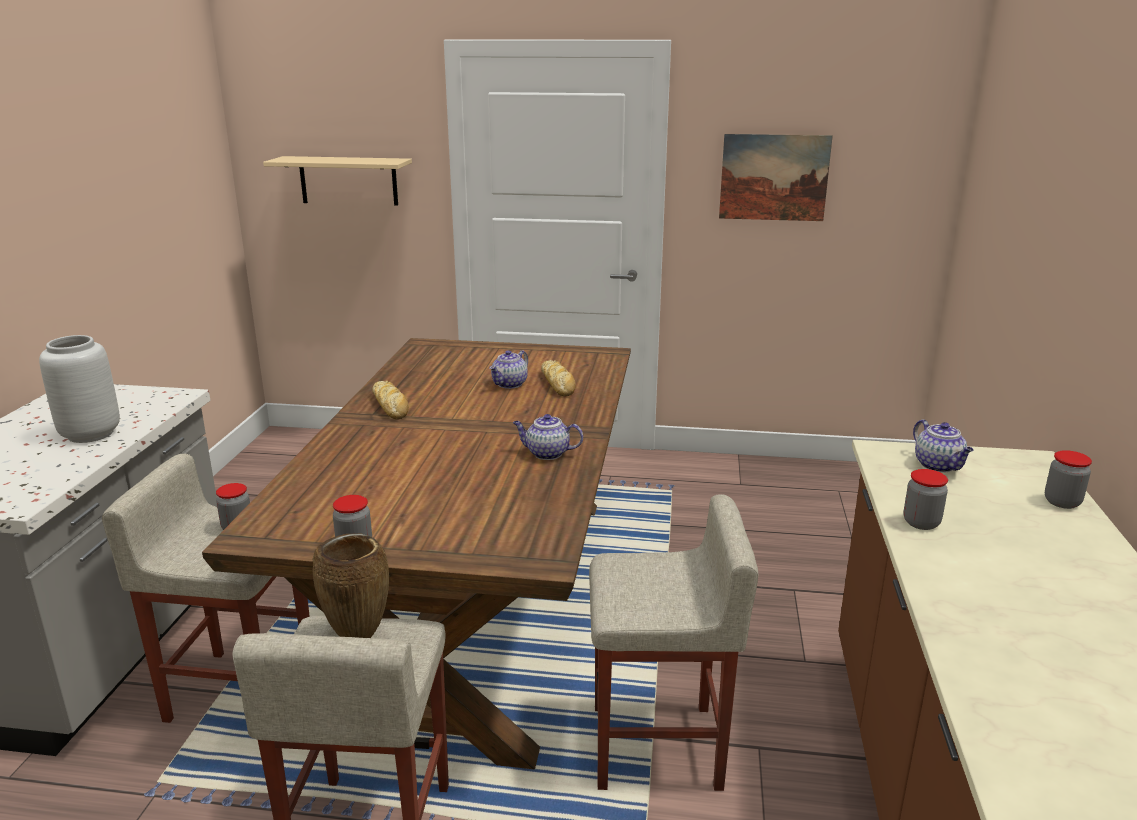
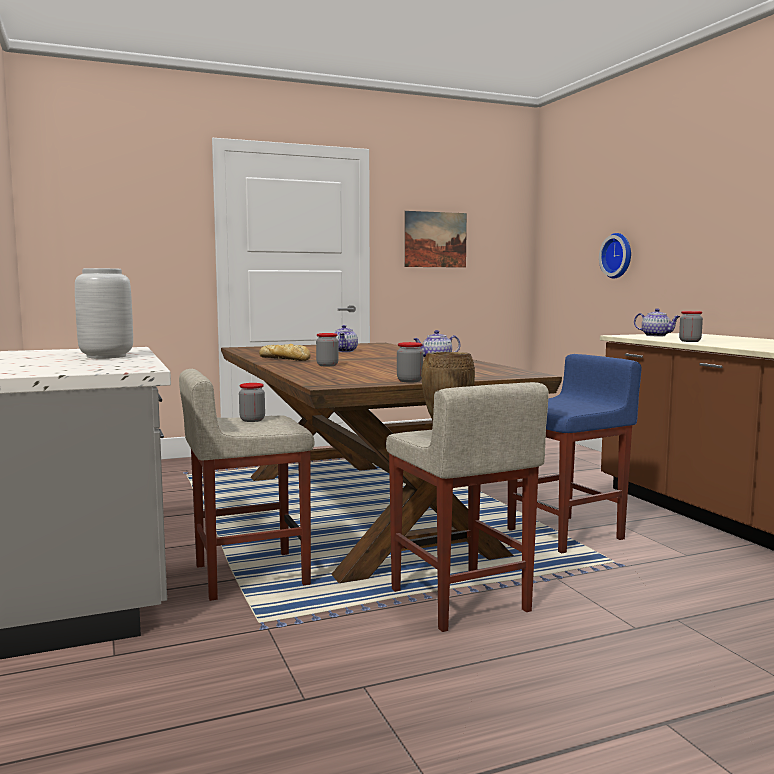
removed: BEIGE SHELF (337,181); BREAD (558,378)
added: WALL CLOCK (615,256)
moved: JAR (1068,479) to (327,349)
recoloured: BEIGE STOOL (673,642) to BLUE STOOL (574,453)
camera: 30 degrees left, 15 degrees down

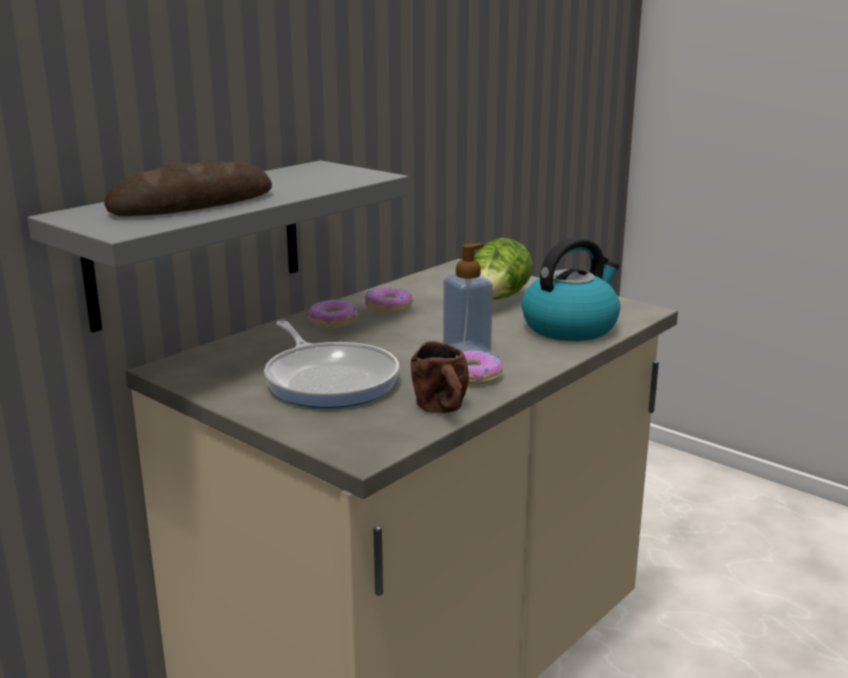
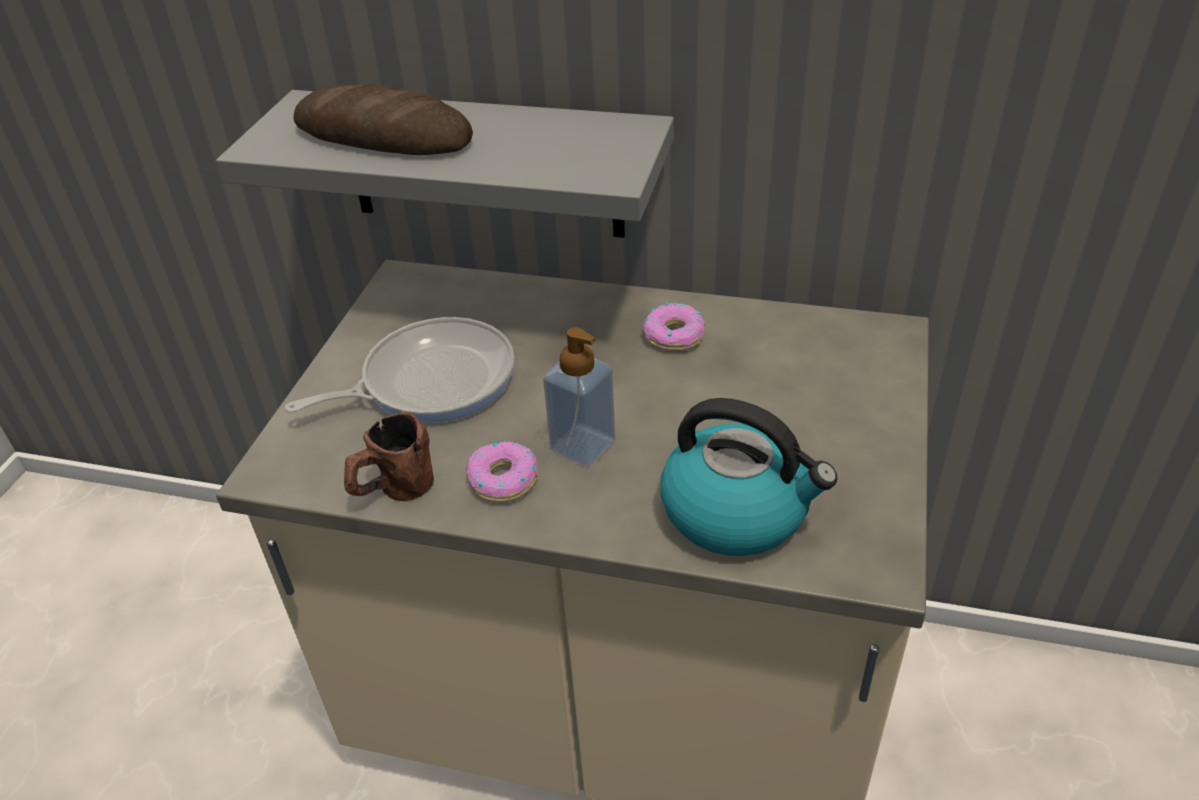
removed: DONUT (332,313); LETTUCE (503,269)
turned: FRYING PAN (331,364) = (399,370) 150 degrees counterclockwise
camera: 65 degrees right, 20 degrees up

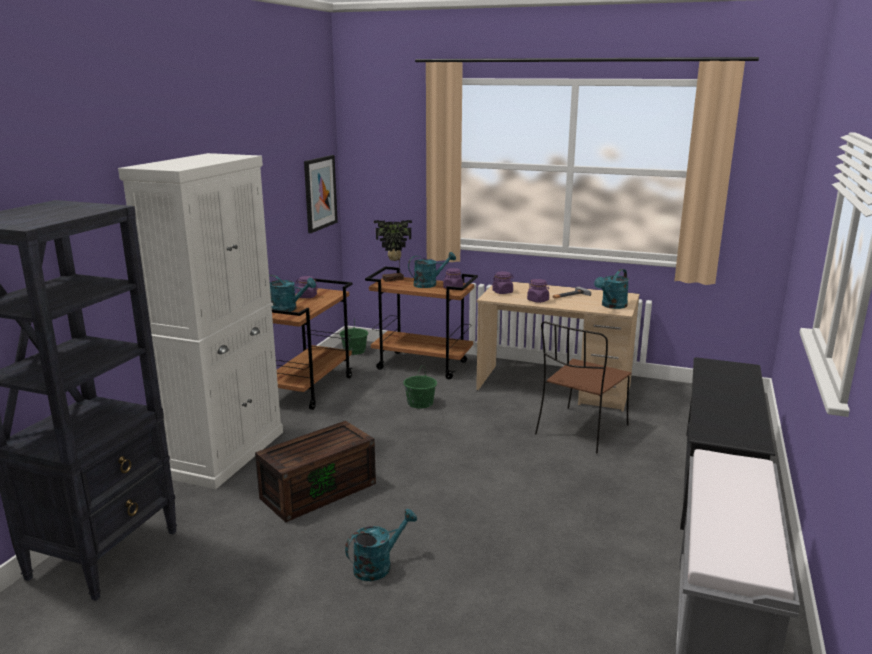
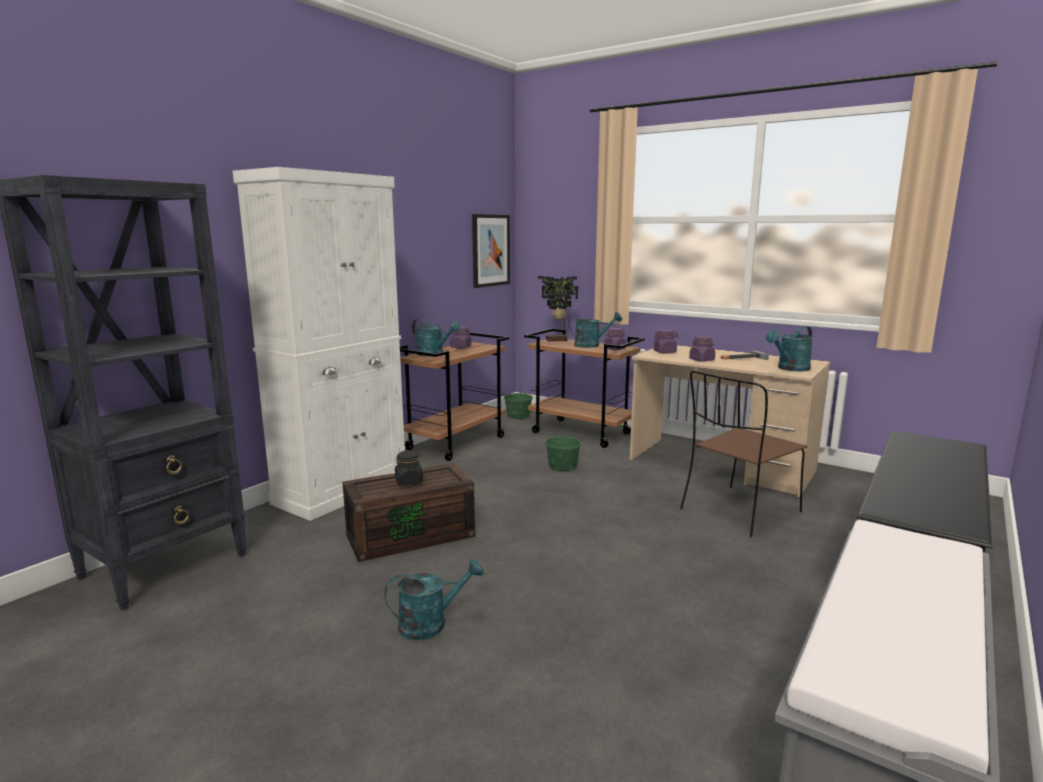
added: BLACK JAR (409,468)
camera: 15 degrees right, 5 degrees down

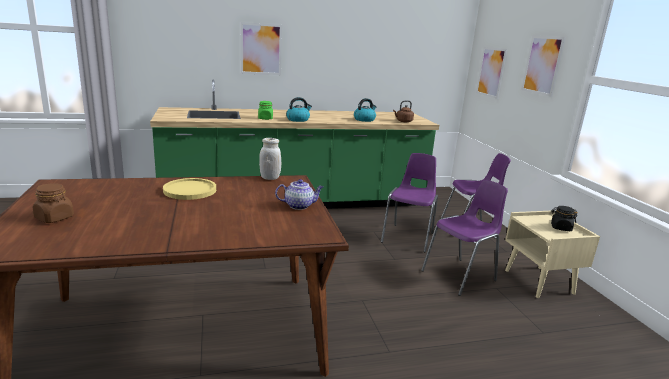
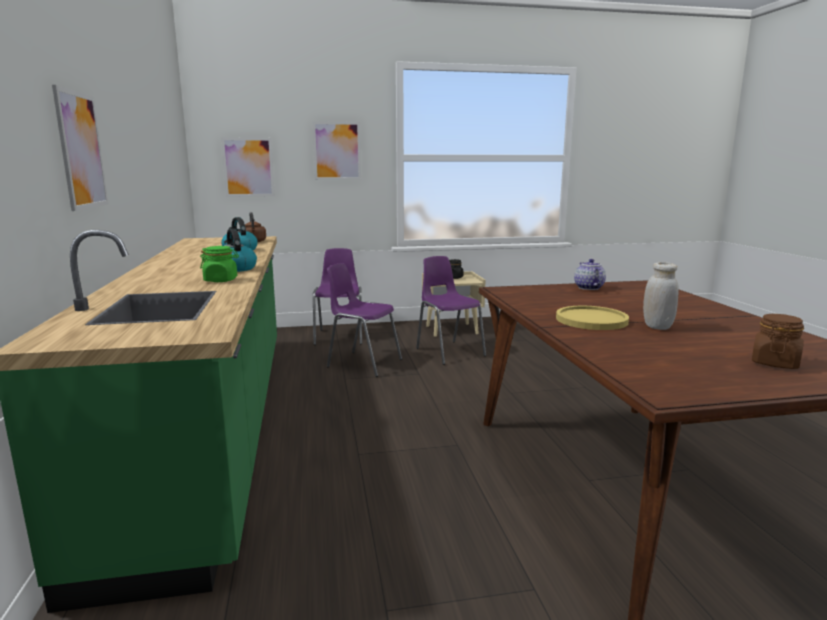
moved: WHITE JAR (270,159) to (661,296)
camera: 85 degrees left, 5 degrees down

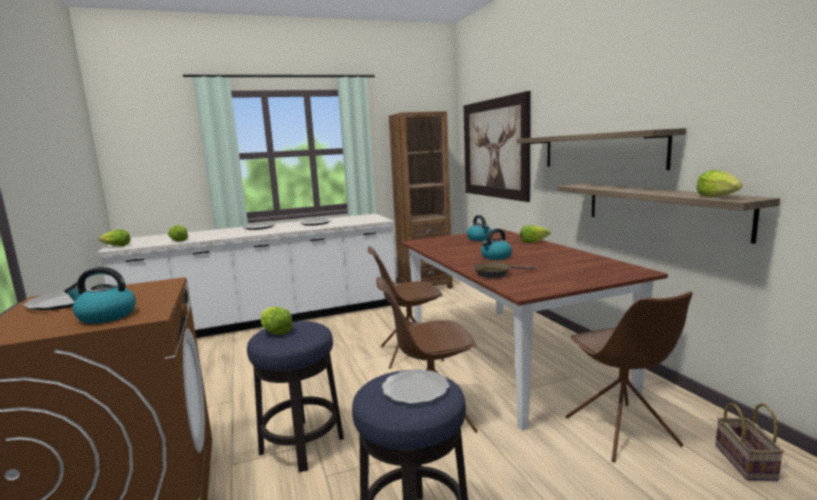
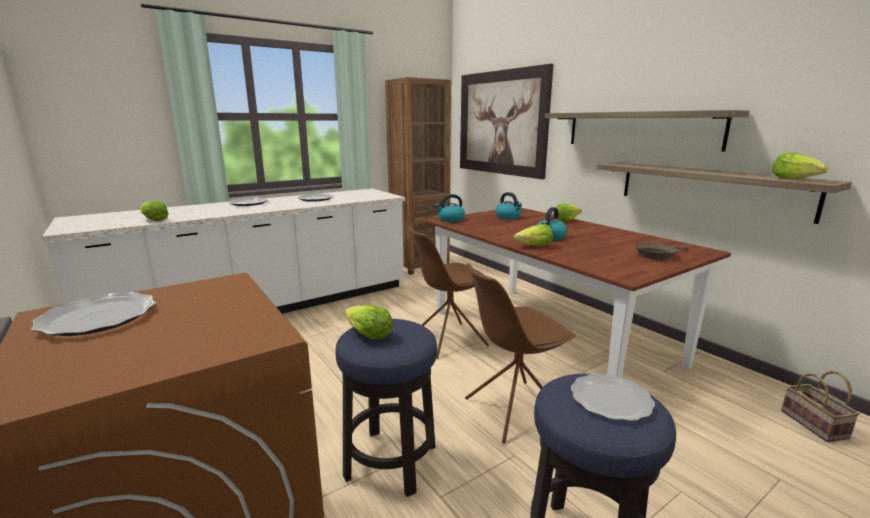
removed: BROWN CHAIR (629,376)
moved: KETTLE (100,295) to (450,208); LETTUCE (114,237) to (533,235); BROWN FRYING PAN (505,270) to (661,251)
camera: 15 degrees left, 5 degrees up

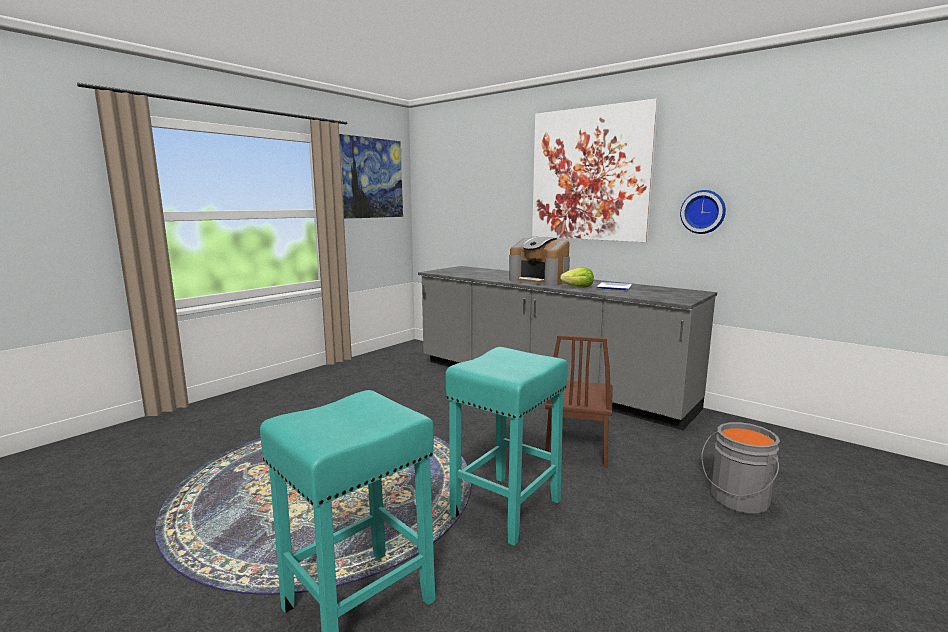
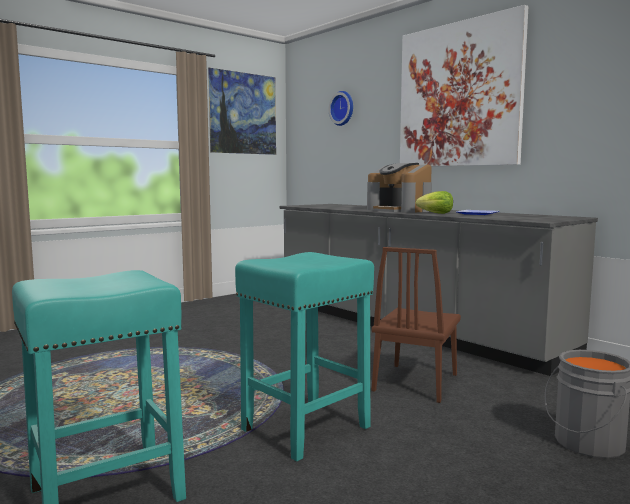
moved: WALL CLOCK (703,212) to (341,108)
camera: 10 degrees right, 5 degrees down

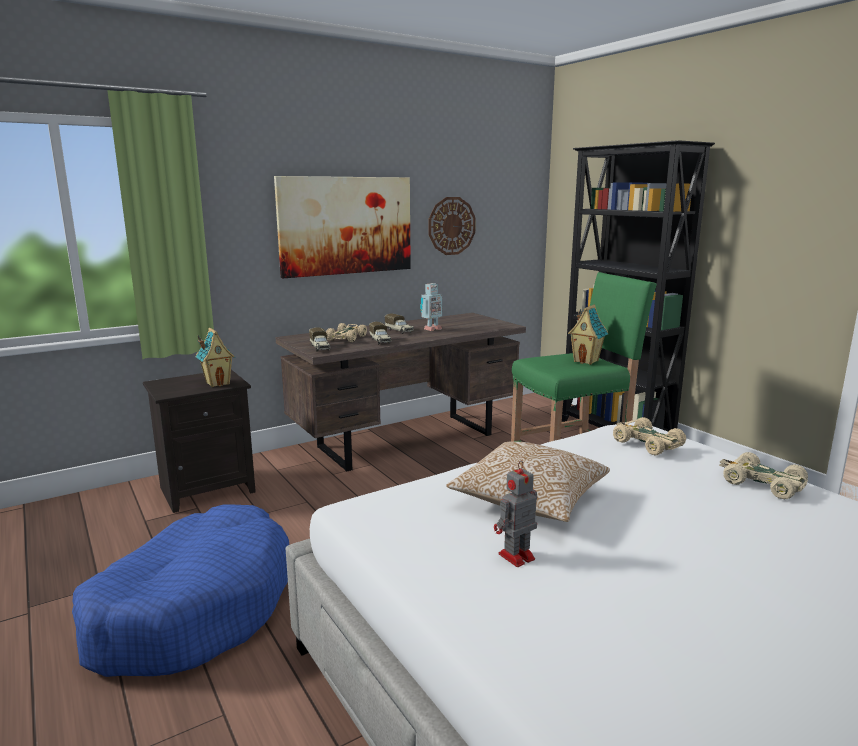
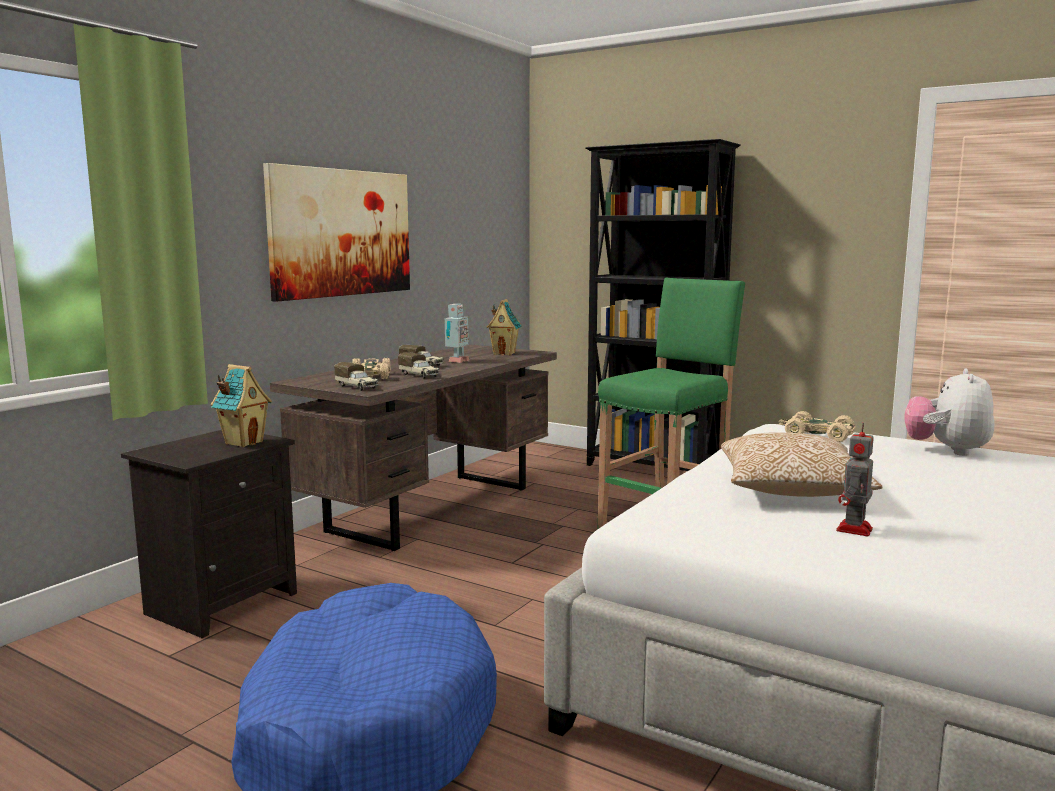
removed: WALL CLOCK (452,226)
moved: TOY HOUSE (588,335) to (504,327)
replaced: BEIGE TOY CAR (763,475) to PLUSH TOY (949,412)
camera: 25 degrees left, 5 degrees down

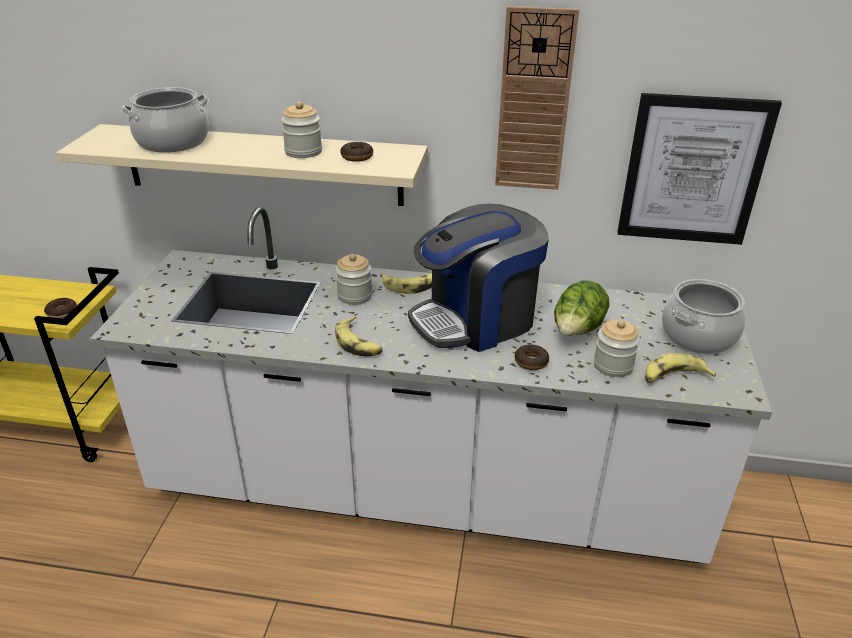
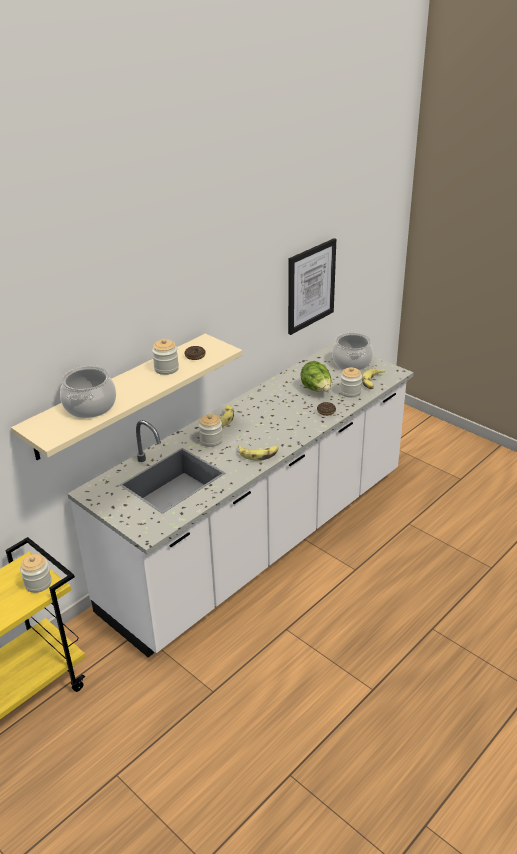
removed: COFFEE MACHINE (478,277); WALL CLOCK (537,98)
replaced: DONUT (60,308) to JAR (36,573)
camera: 55 degrees left, 0 degrees up

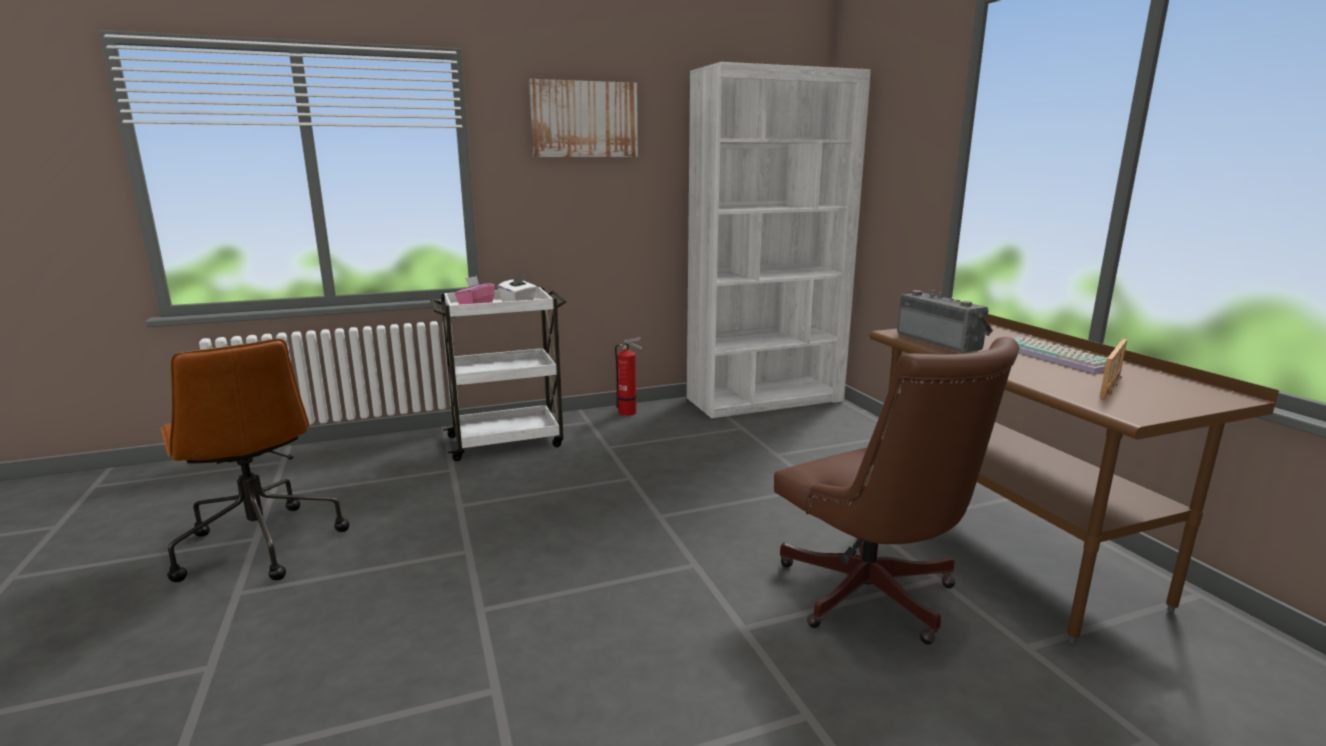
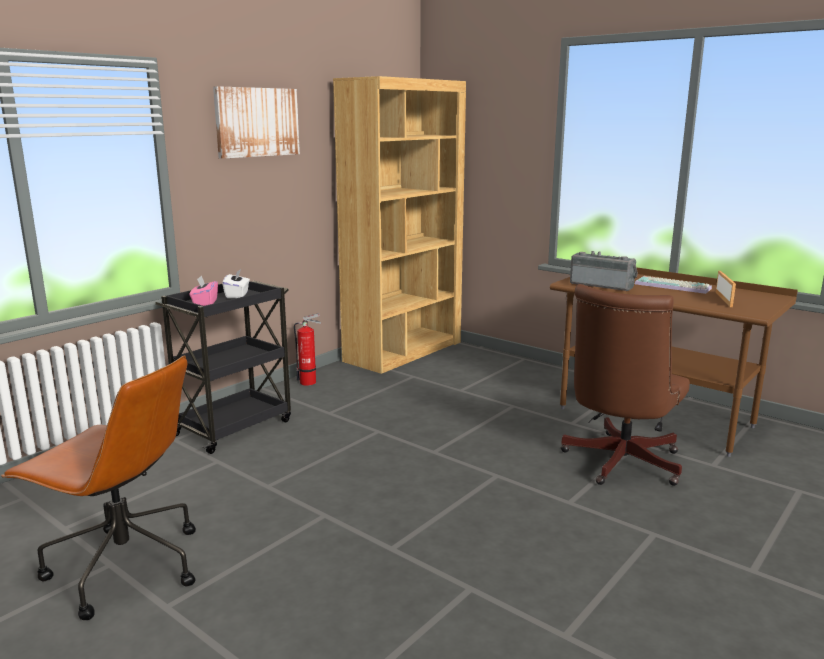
recoloured: WHITE CART (498,374) to BLACK CART (223,367); WHITE BOOKCASE (779,240) to BROWN BOOKCASE (399,225)
turned: BROWN OFFICE CHAIR (896,491) = (625,385) 90 degrees clockwise
camera: 30 degrees left, 0 degrees up

